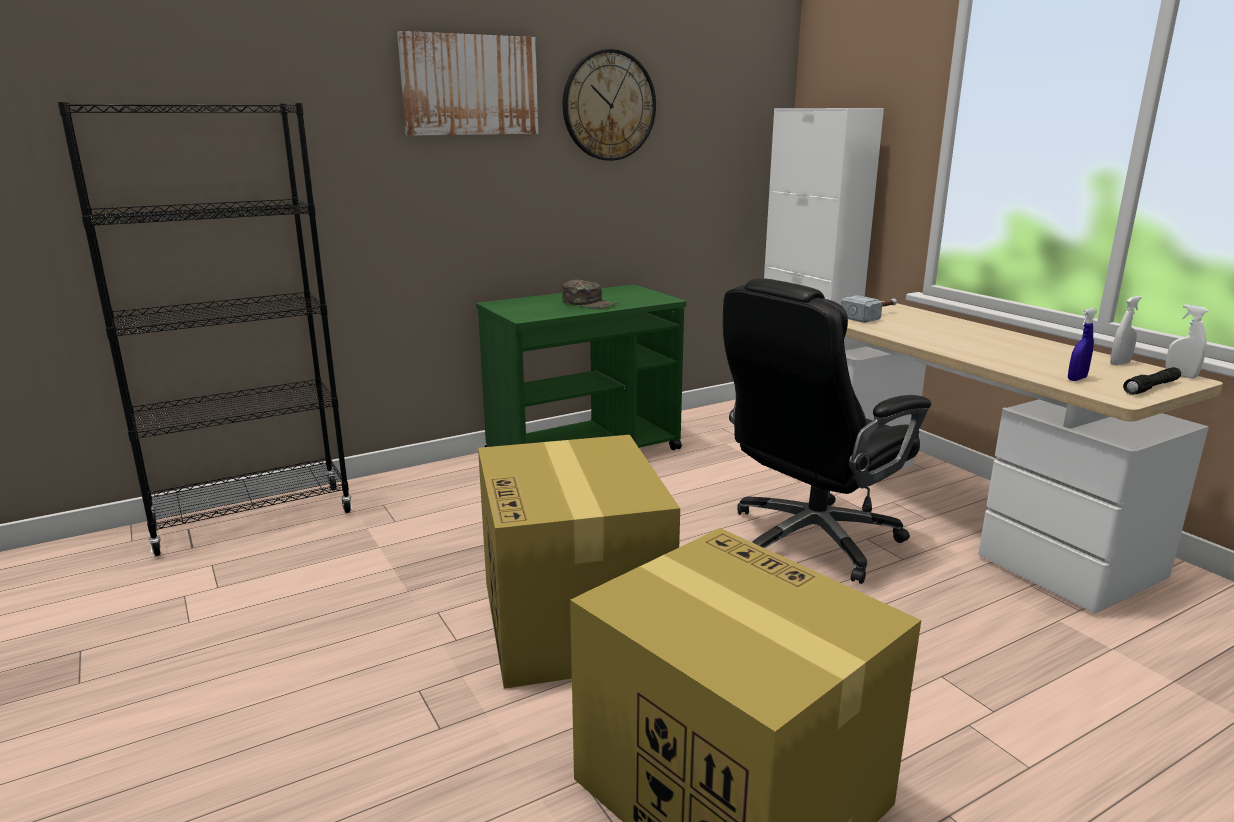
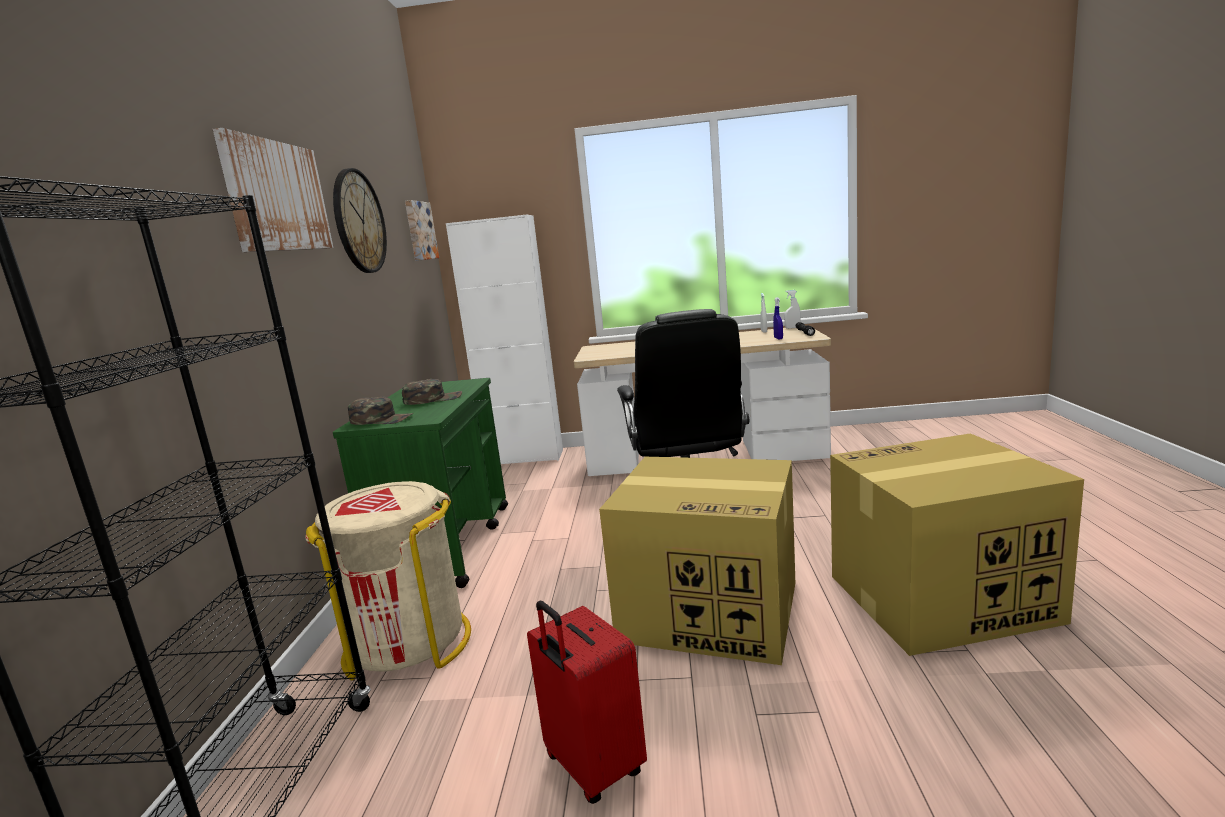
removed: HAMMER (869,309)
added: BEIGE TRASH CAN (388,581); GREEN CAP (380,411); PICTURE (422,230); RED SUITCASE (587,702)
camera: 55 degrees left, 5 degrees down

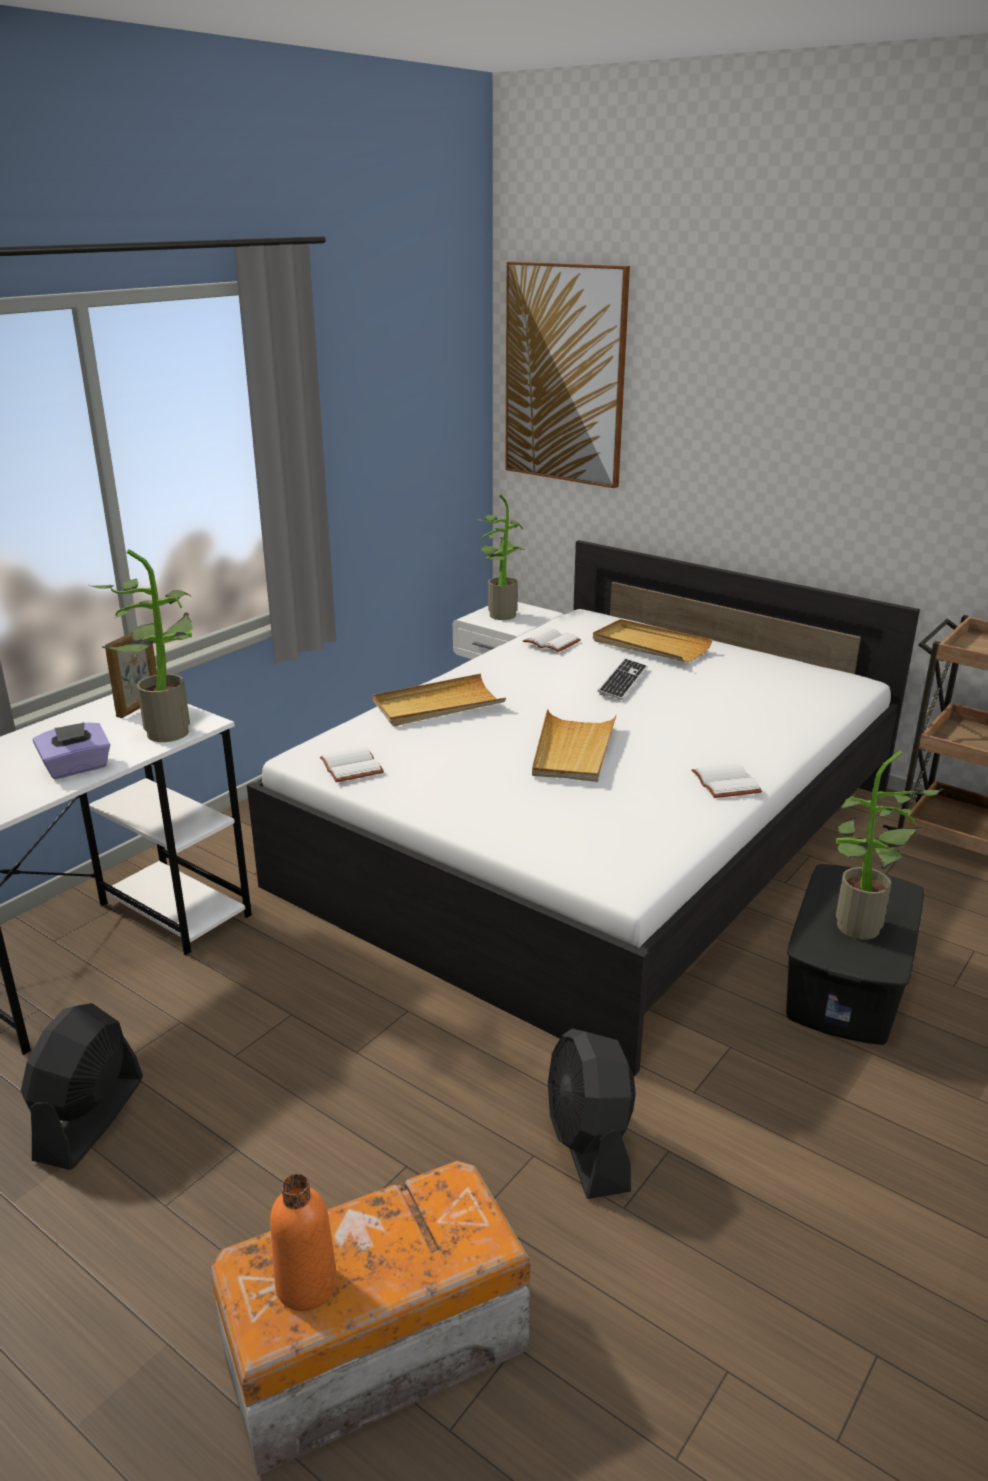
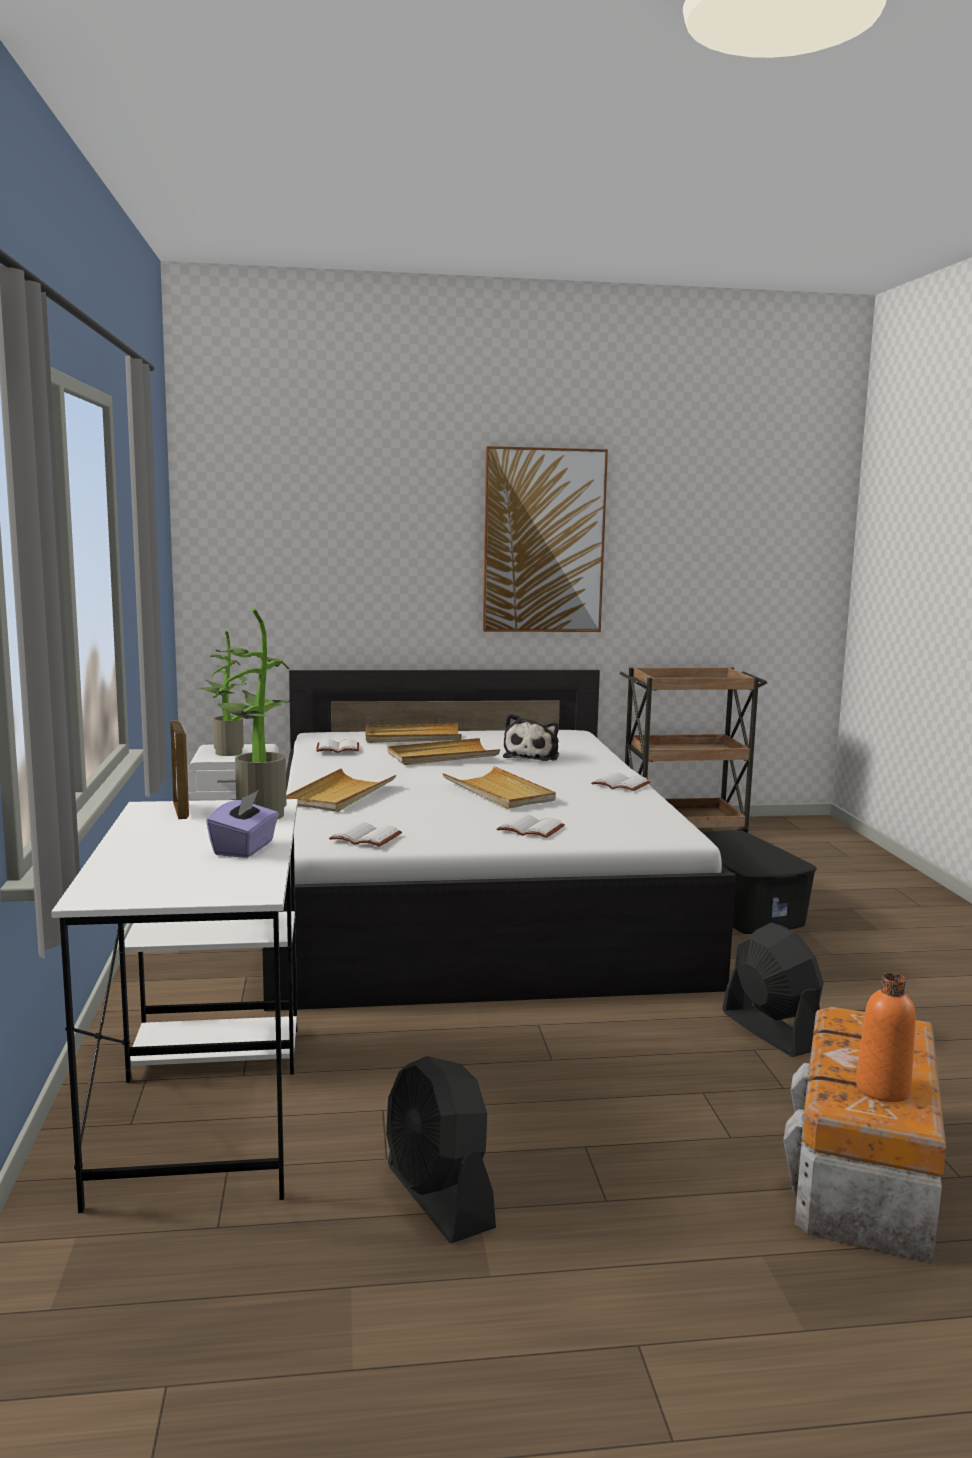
removed: POTTED PLANT (889,845)
added: WHITE BOOK (531,826); PLUSH TOY (531,737)
moved: PICTURE (567,374) to (545,539)
replaced: KEYBOARD (622,679) to BEIGE TRAY (444,751)
turned: BLACK FAN (592,1114) = (773,990) 150 degrees counterclockwise
camera: 45 degrees left, 15 degrees down

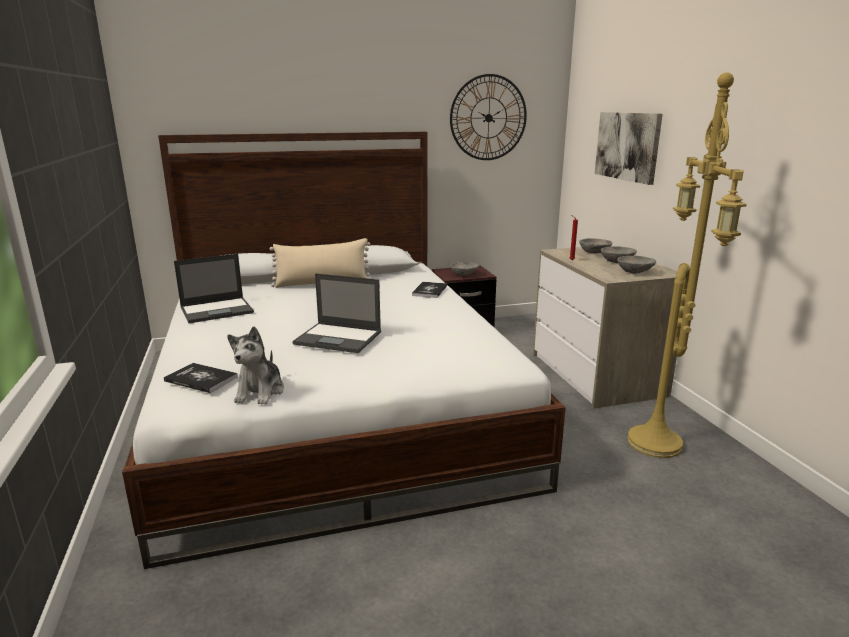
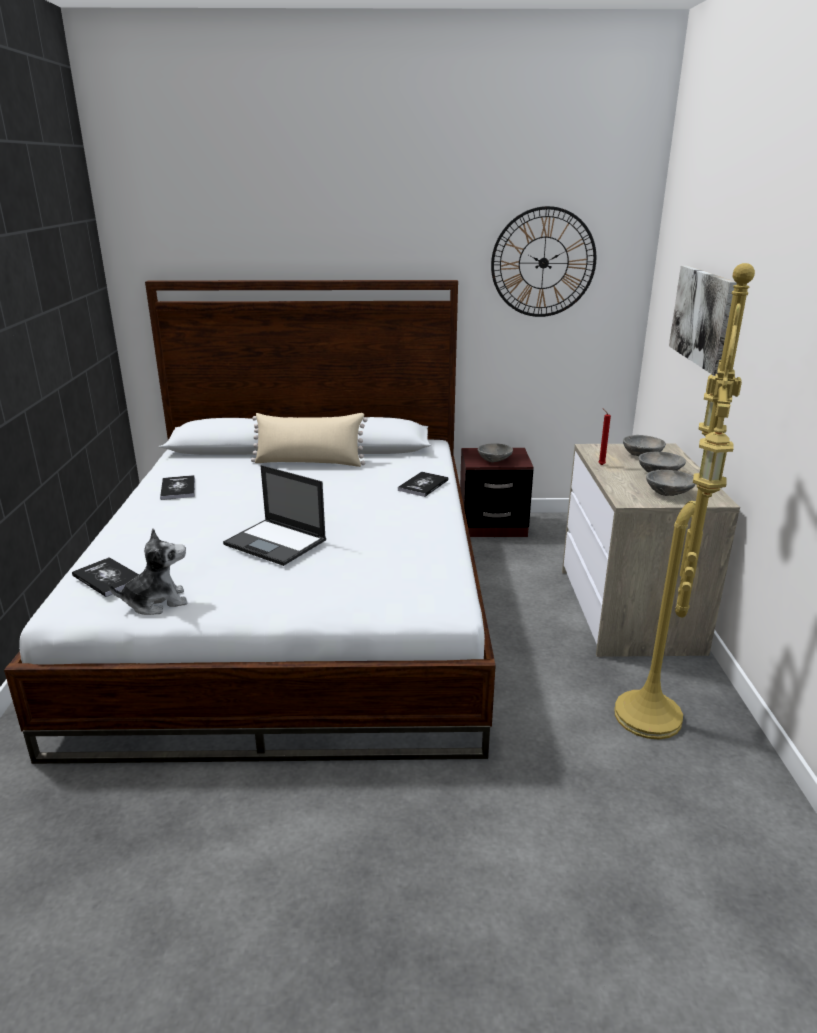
replaced: LAPTOP (214,288) to BOOK (177,487)
turned: PLUSH TOY (255,365) = (148,571) 135 degrees counterclockwise
camera: 15 degrees right, 5 degrees up

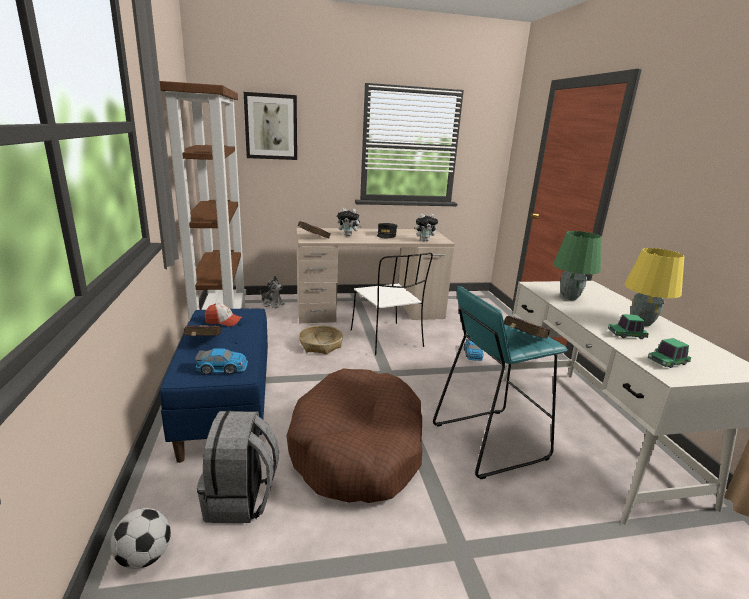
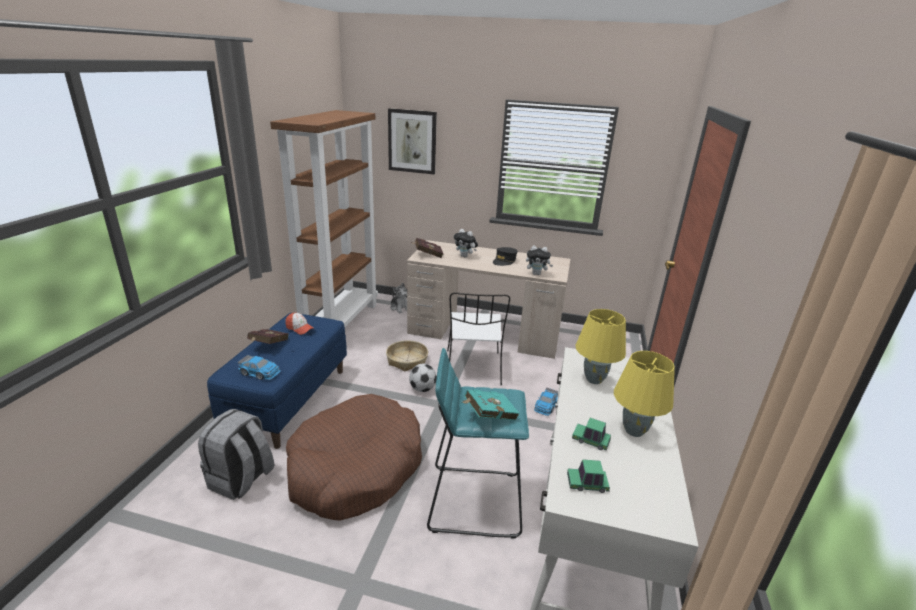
moved: FOOTBALL (141,538) to (423,378)
recoloured: RED BOOK (527,327) to TURQUOISE BOOK (491,405); GREEN TABLE LAMP (577,265) to YELLOW TABLE LAMP (600,346)
camera: 25 degrees right, 5 degrees up

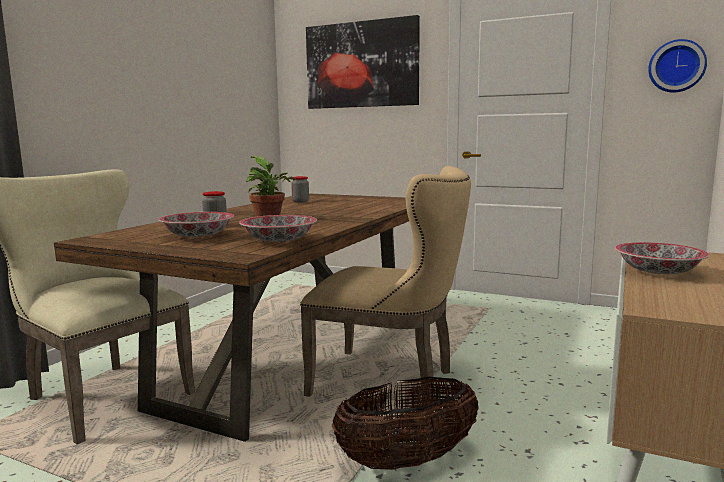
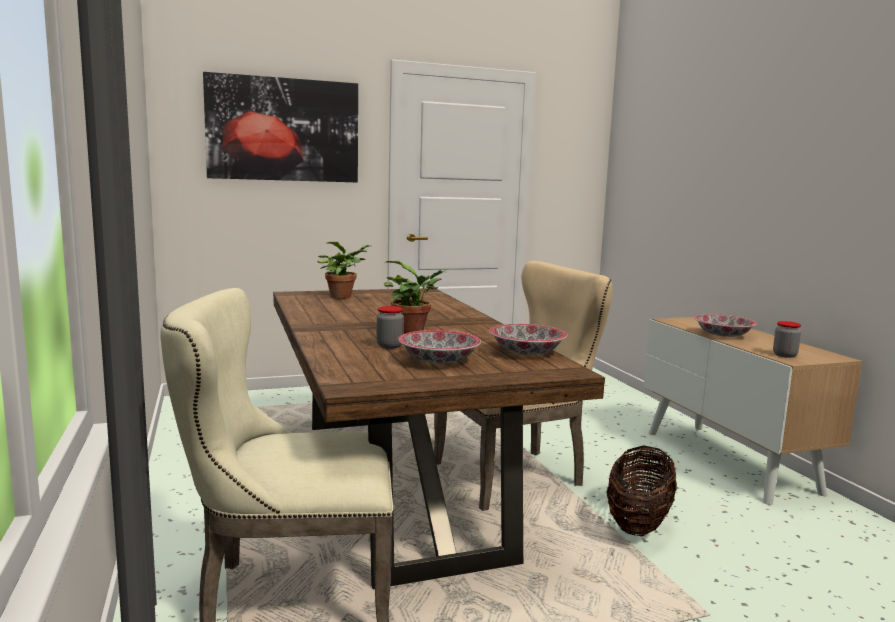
removed: WALL CLOCK (677,66)
added: POTTED PLANT (345,270)
moved: JAR (300,189) to (787,339)
camera: 45 degrees left, 0 degrees up

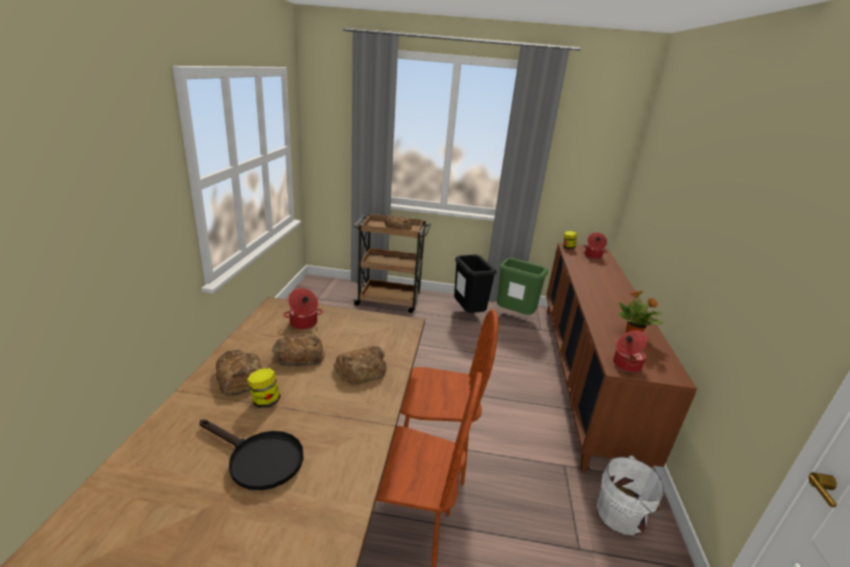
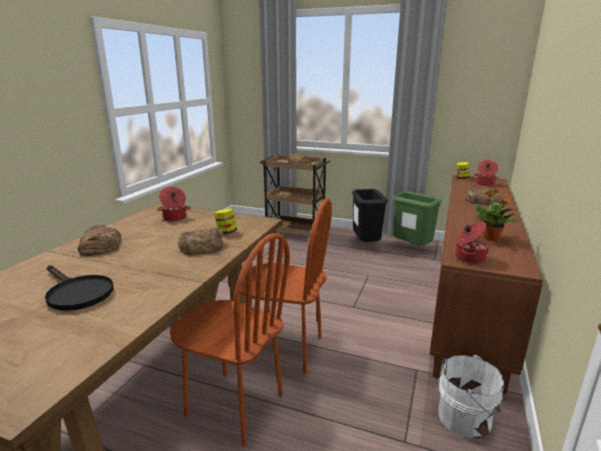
moved: JAR (263,388) to (225,221); BREAD (298,350) to (483,196)
camera: 15 degrees right, 5 degrees down

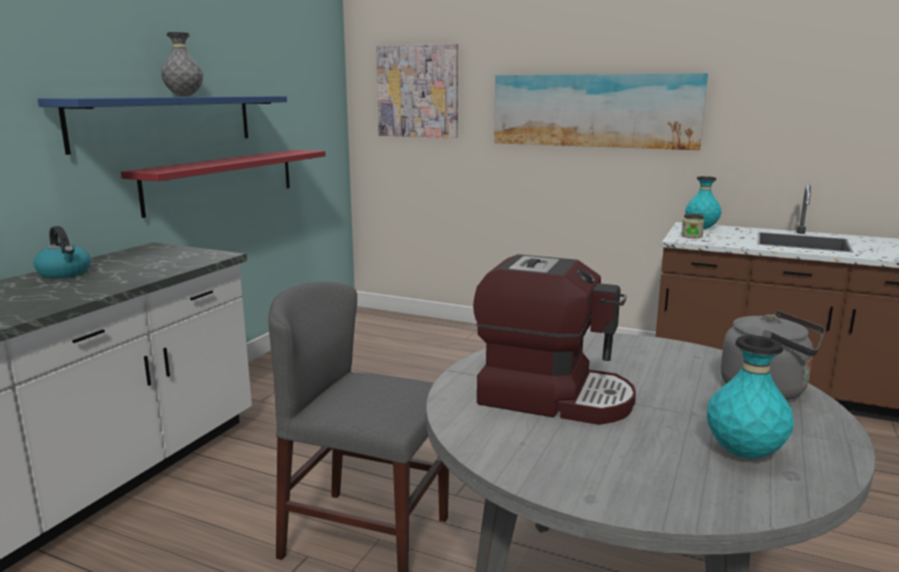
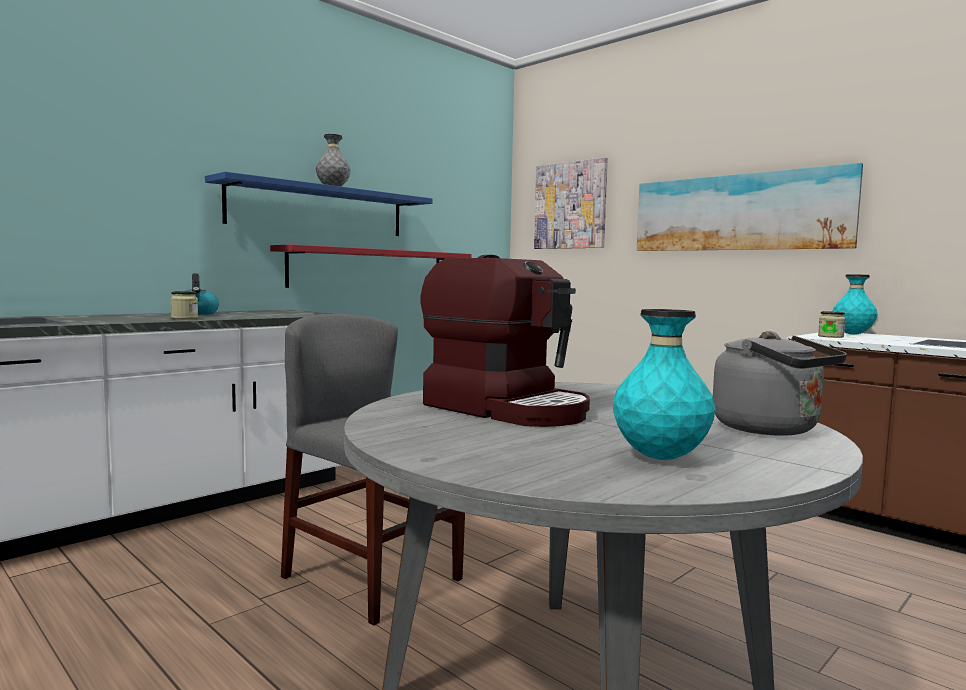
added: JAR (184,305)
camera: 20 degrees right, 10 degrees down

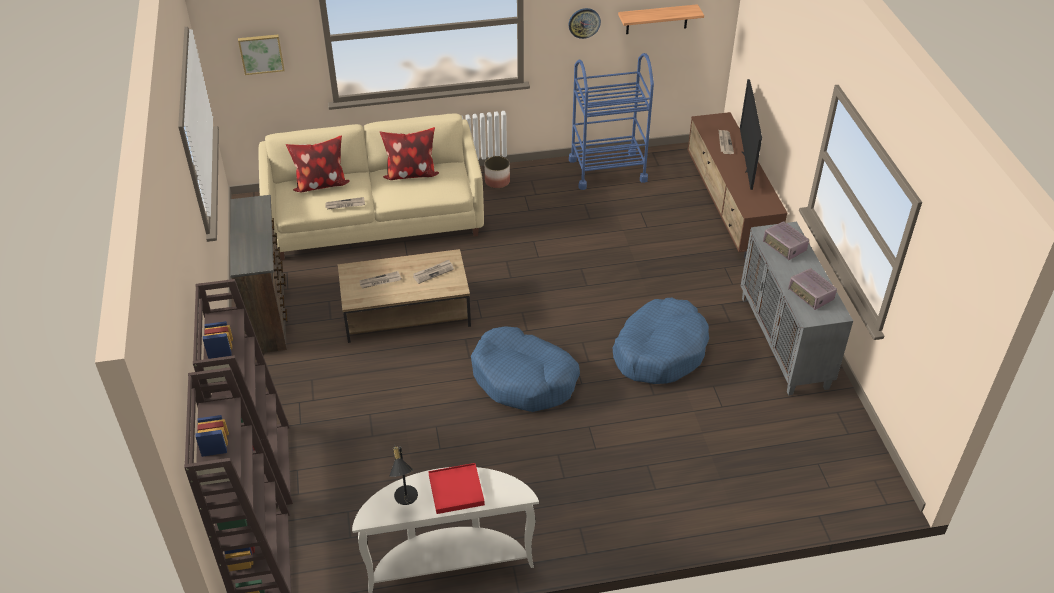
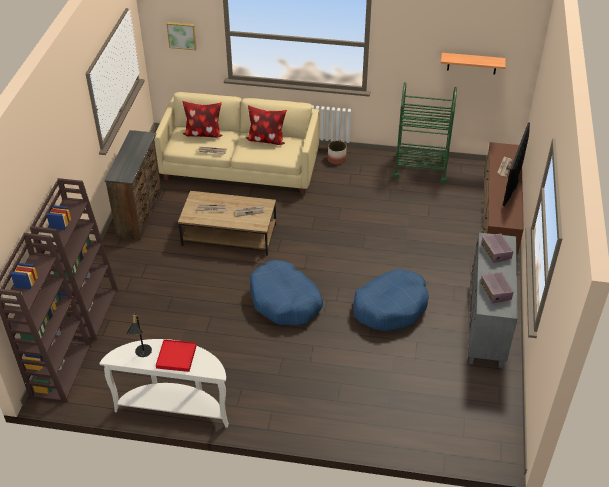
removed: WALL CLOCK (584,23)
recoloured: BLUE CART (611,121) to GREEN CART (425,133)
camera: 20 degrees right, 0 degrees up

